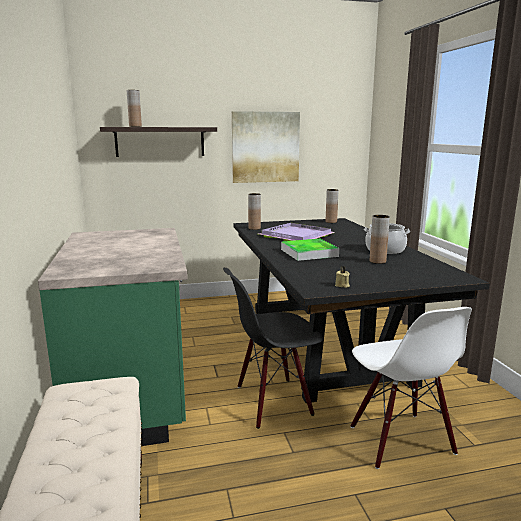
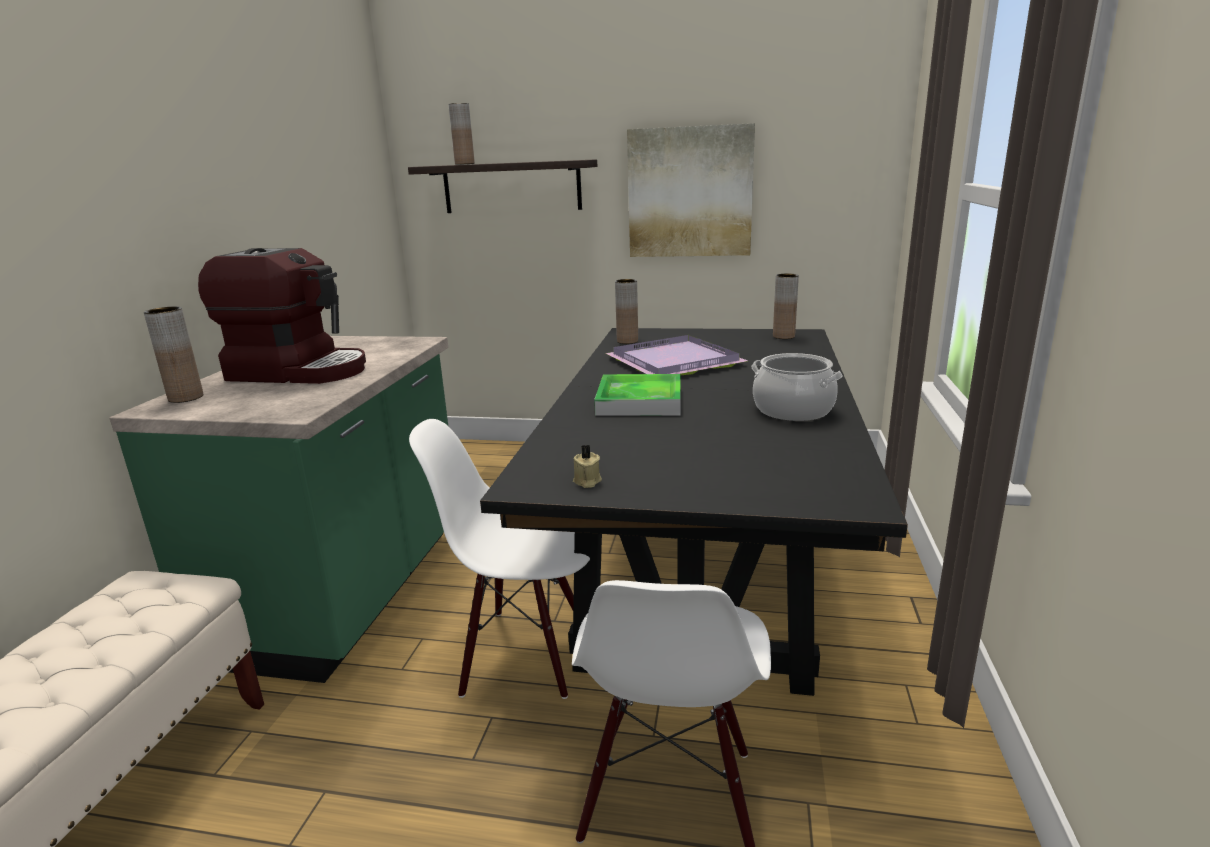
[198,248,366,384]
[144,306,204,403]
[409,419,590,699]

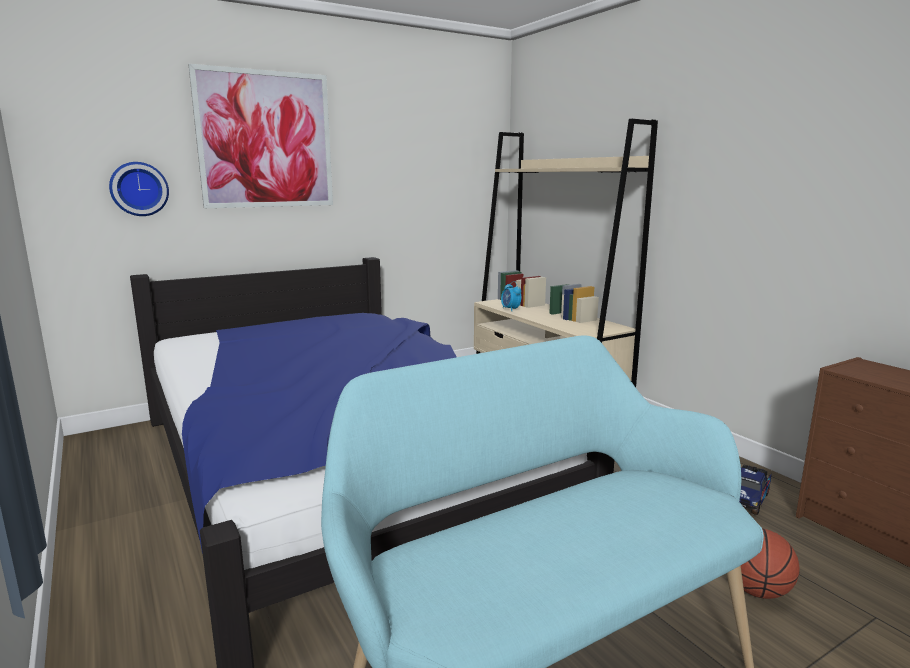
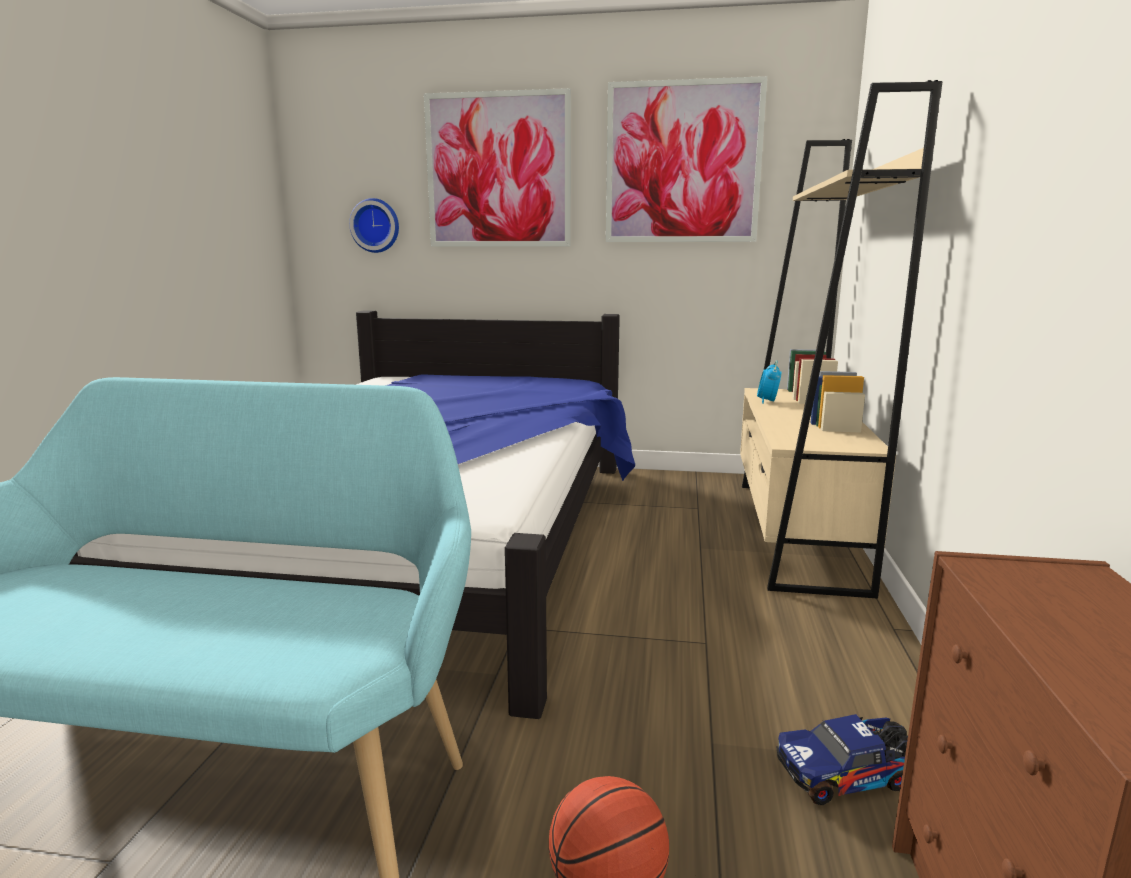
[606,76,767,242]

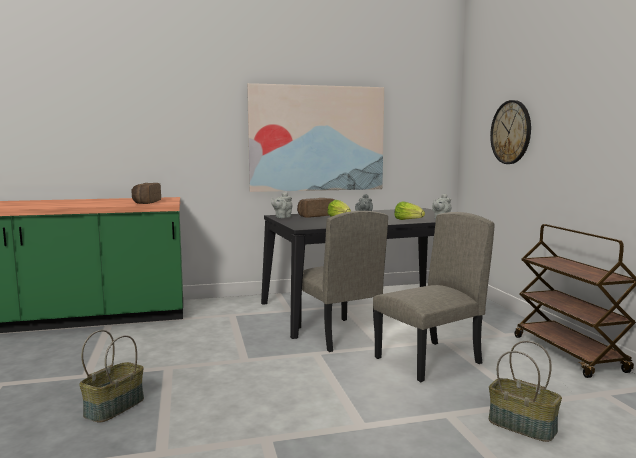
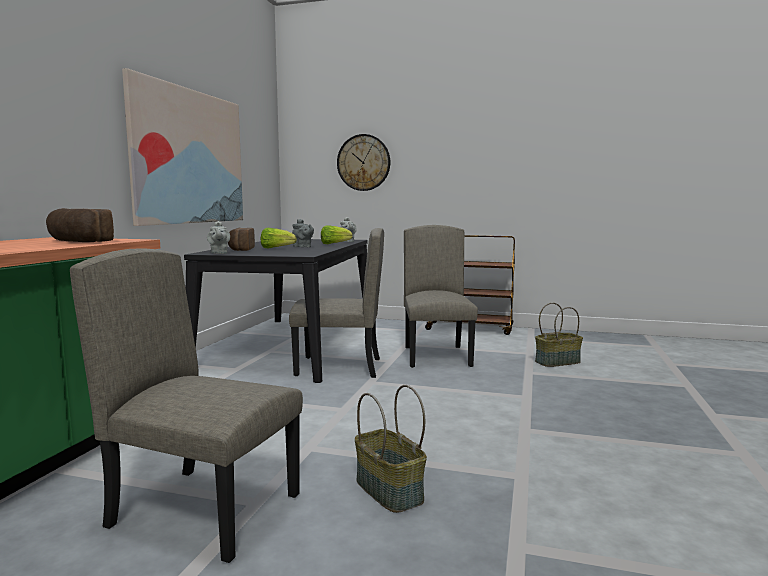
[70,248,303,563]

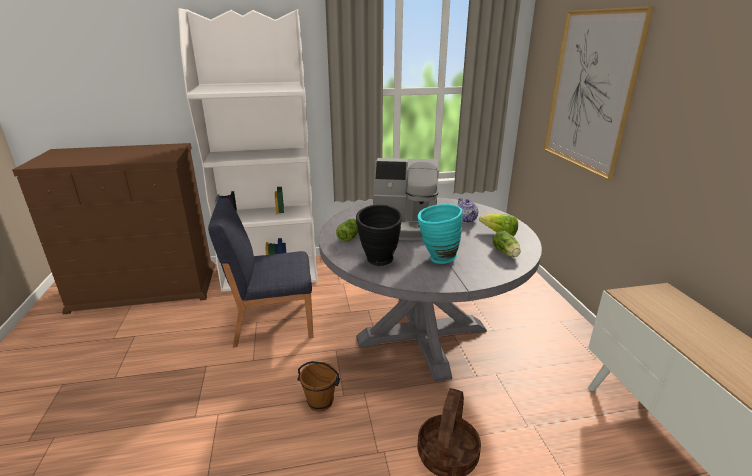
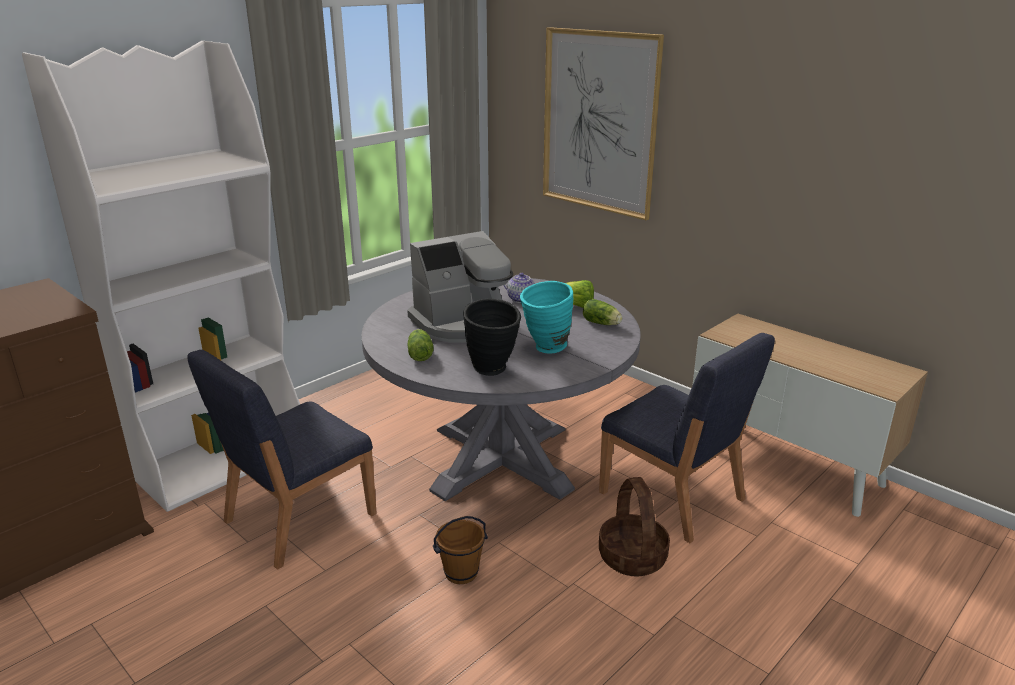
[599,333,775,543]

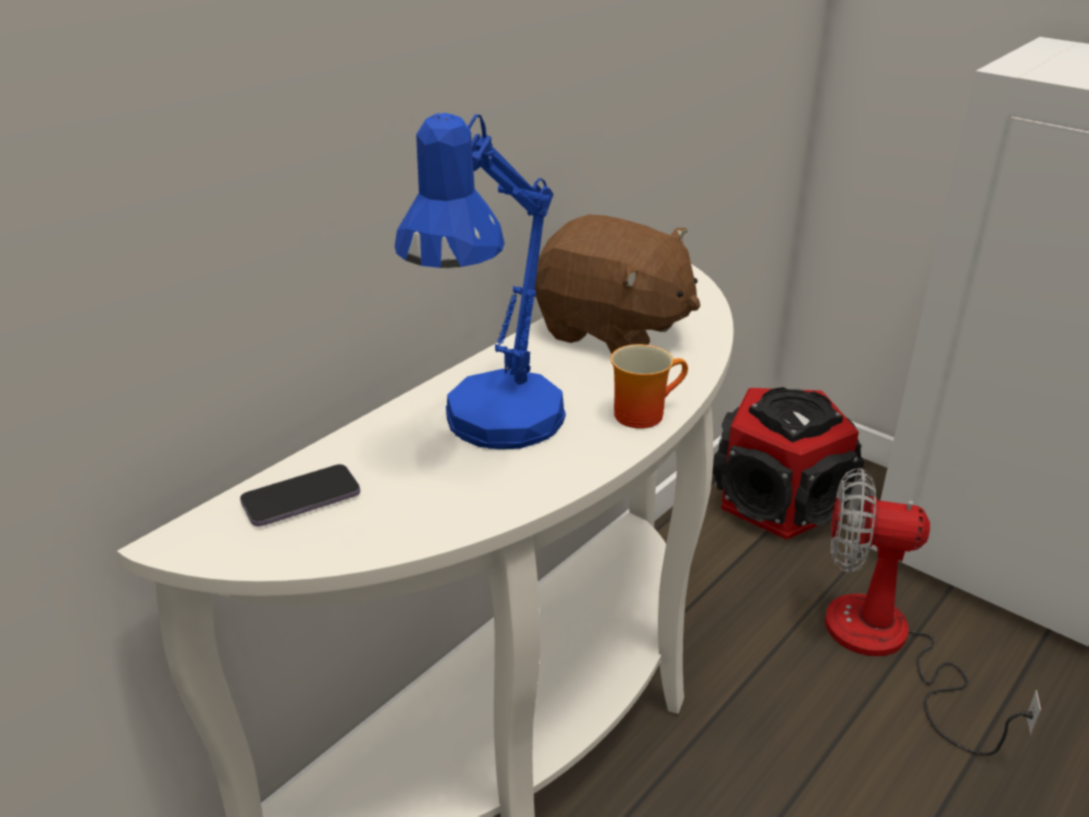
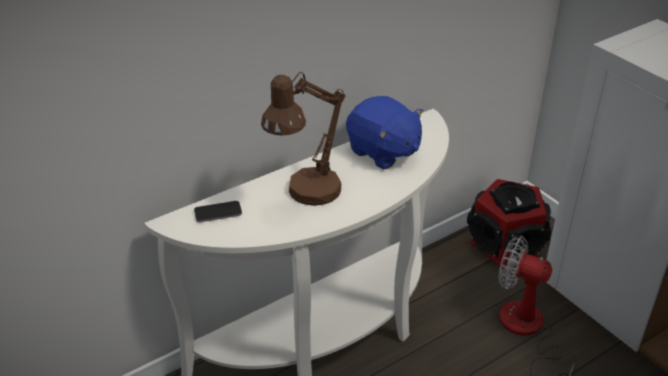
[611,344,688,429] (first image)
[261,72,346,206]
[346,96,424,169]

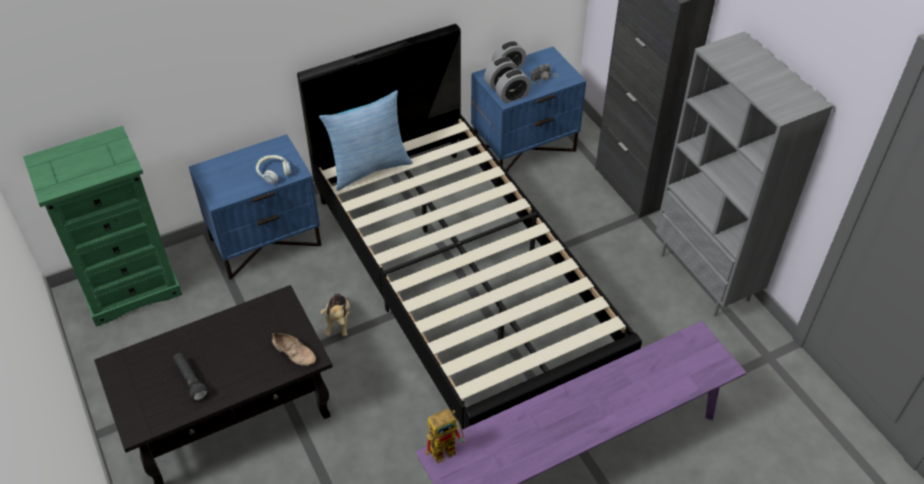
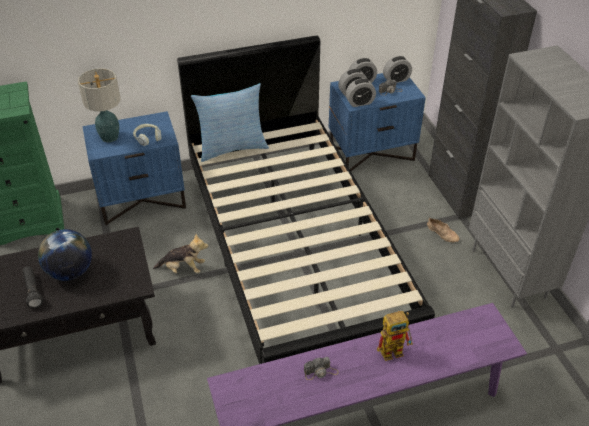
[38,229,92,281]
[78,68,121,142]
[304,357,339,380]
[383,56,412,83]
[427,218,460,243]
[377,311,413,361]
[153,234,208,274]

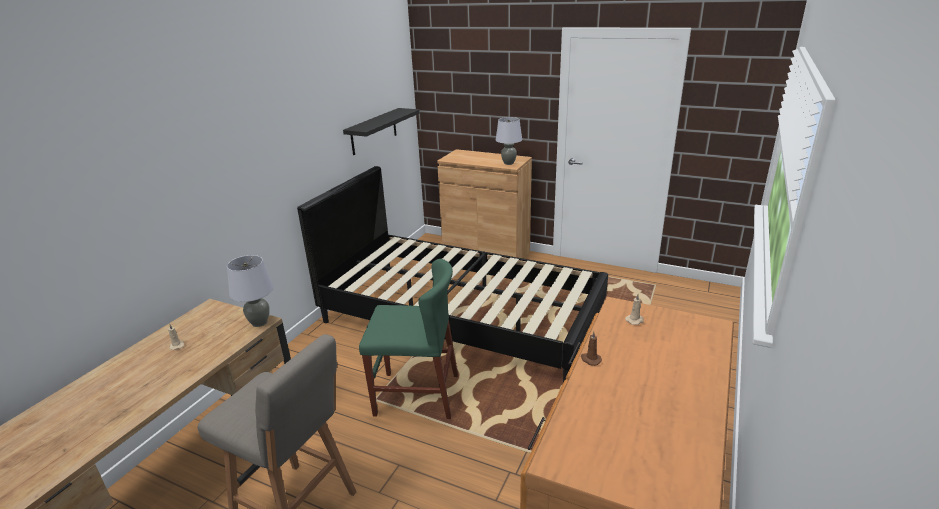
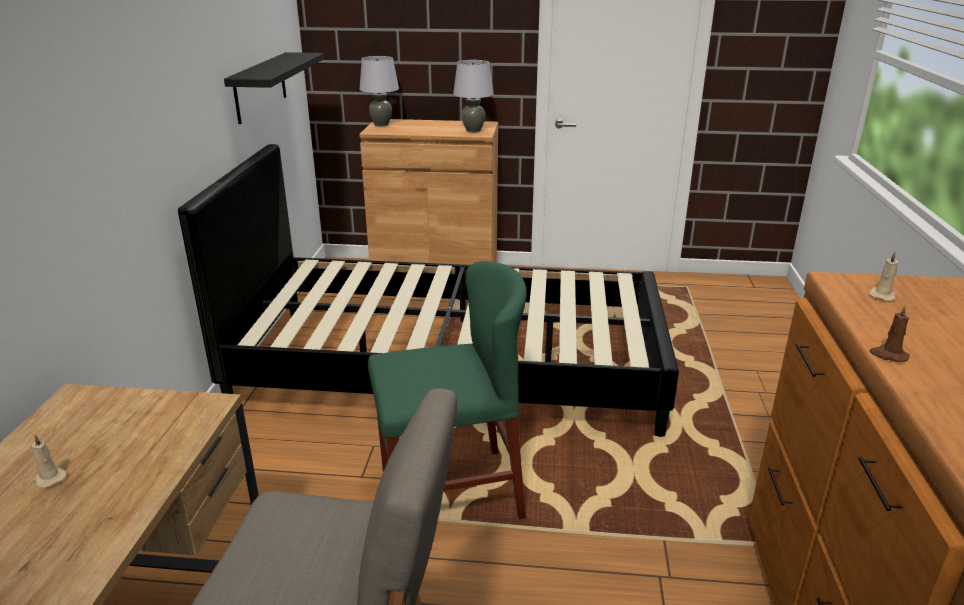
[359,56,399,127]

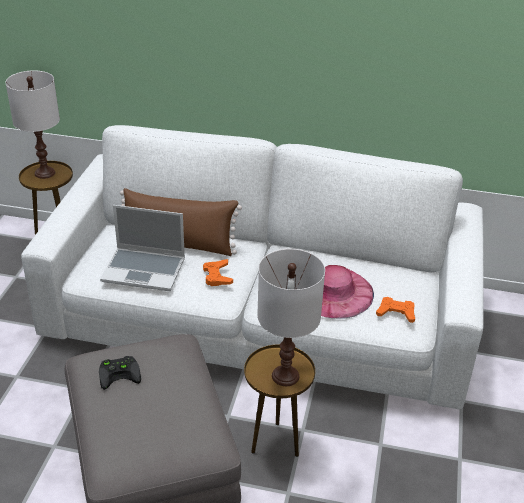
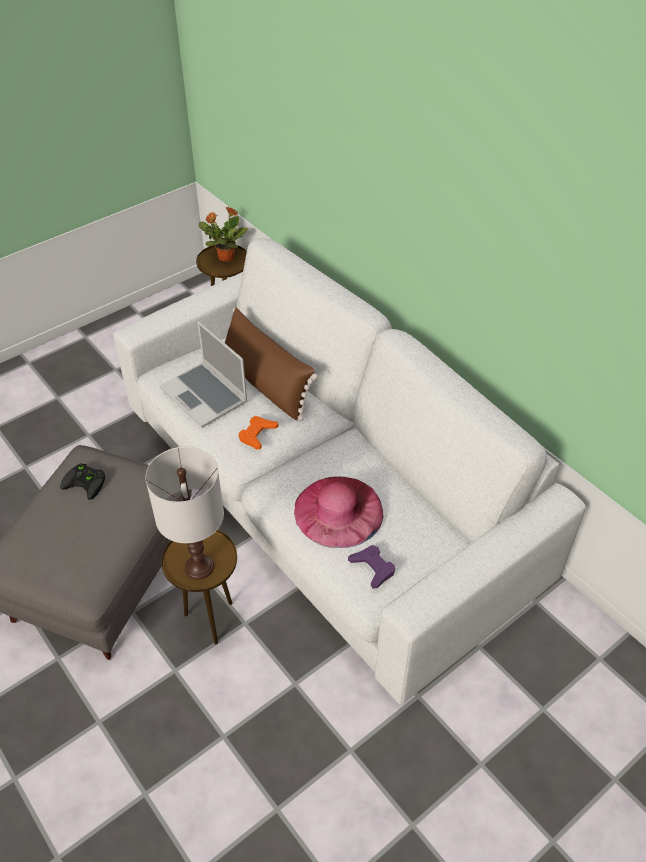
[199,207,248,262]
[348,545,395,588]

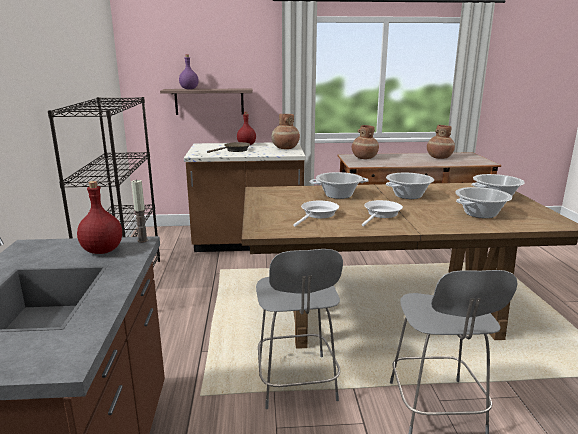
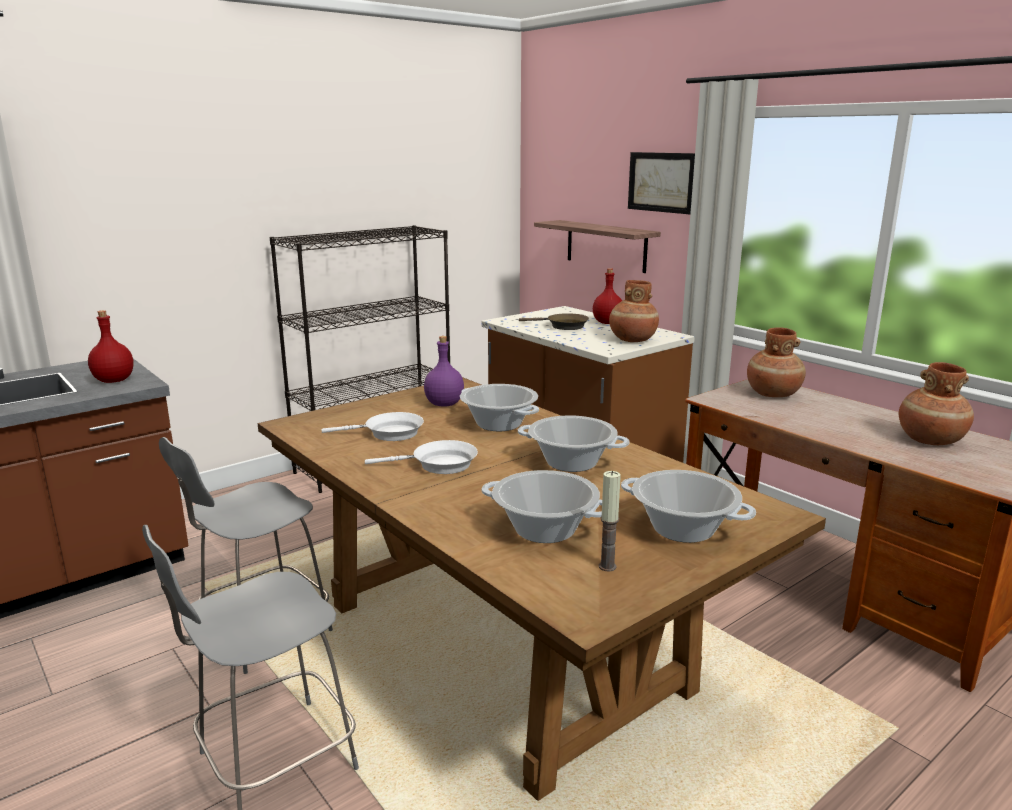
[628,152,695,214]
[599,471,621,572]
[424,336,464,406]

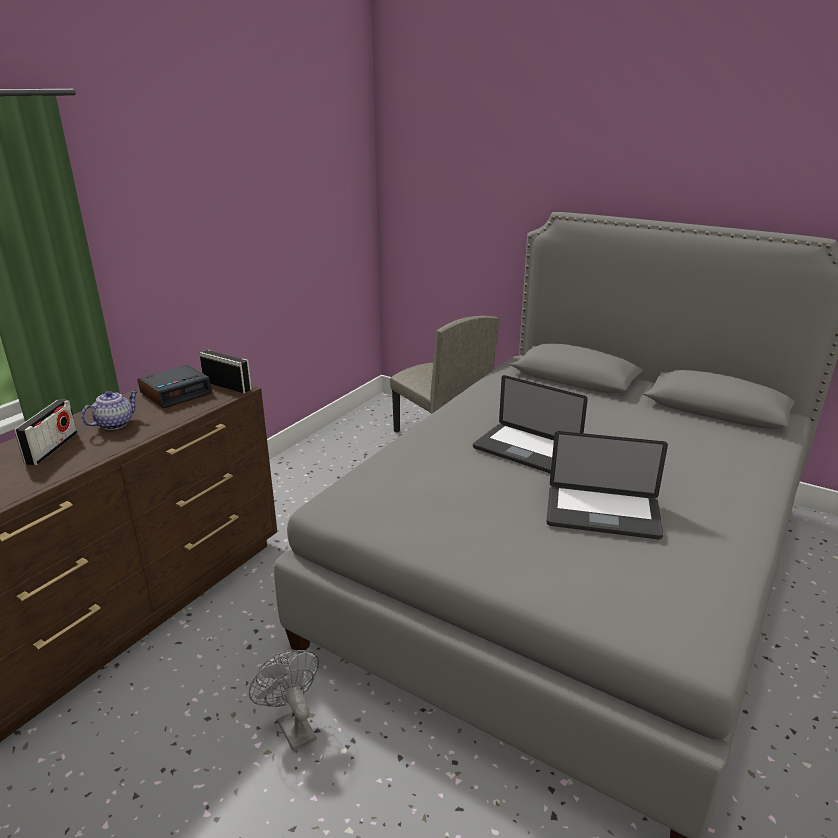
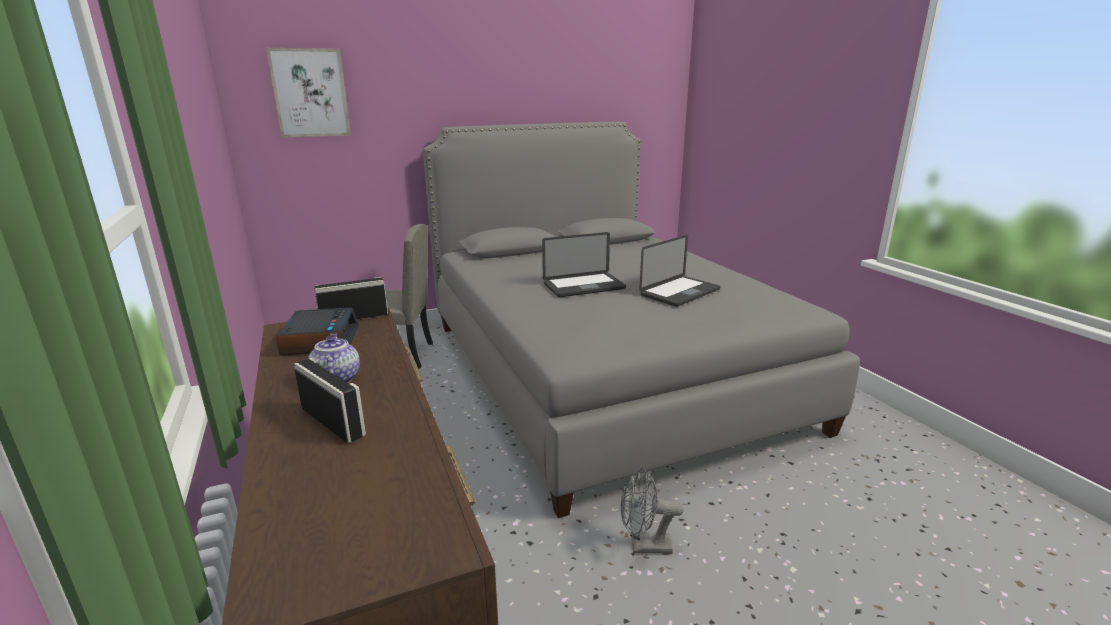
[266,48,351,138]

